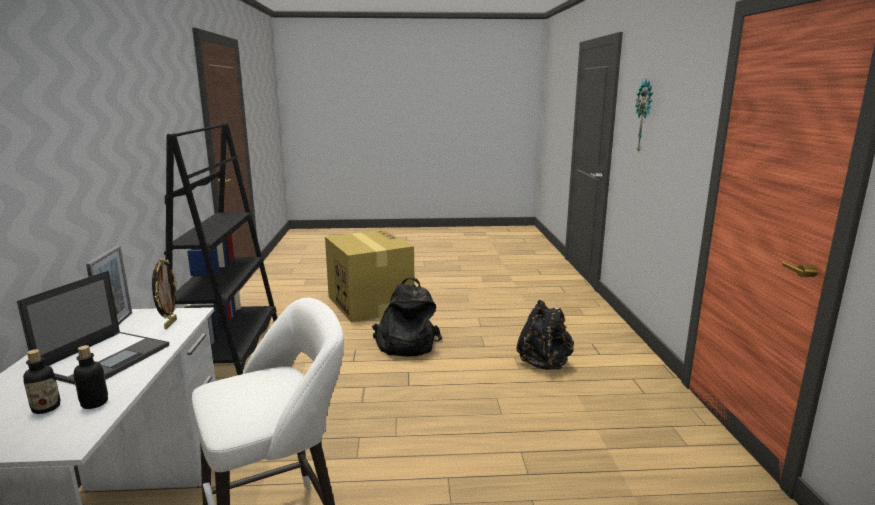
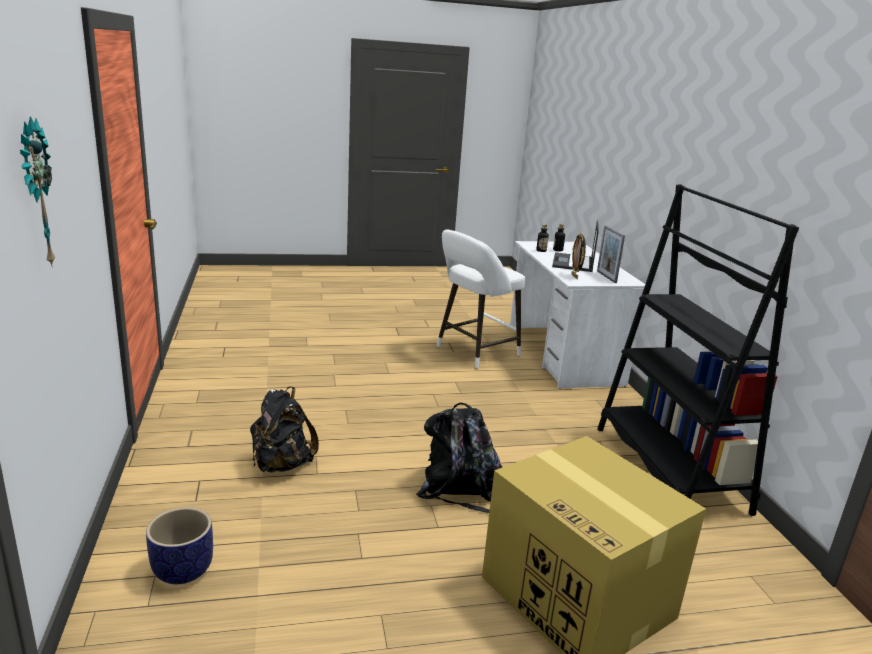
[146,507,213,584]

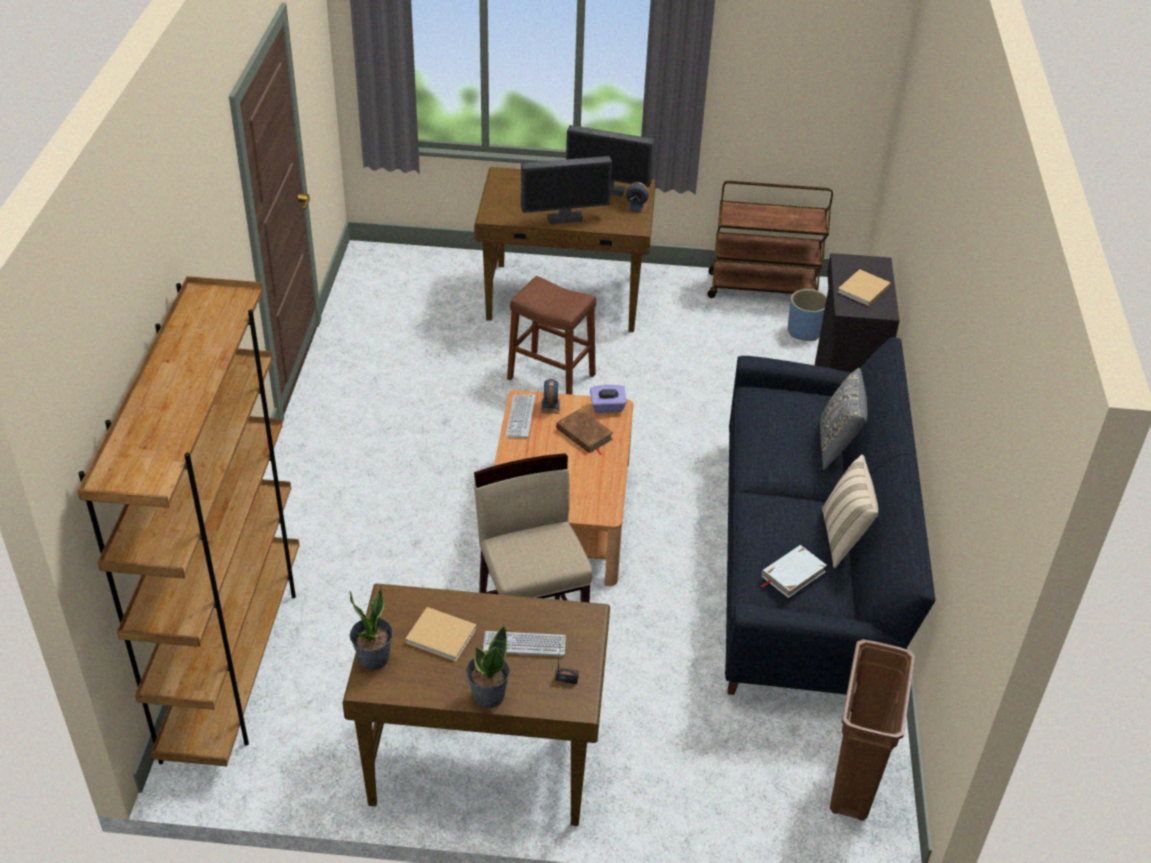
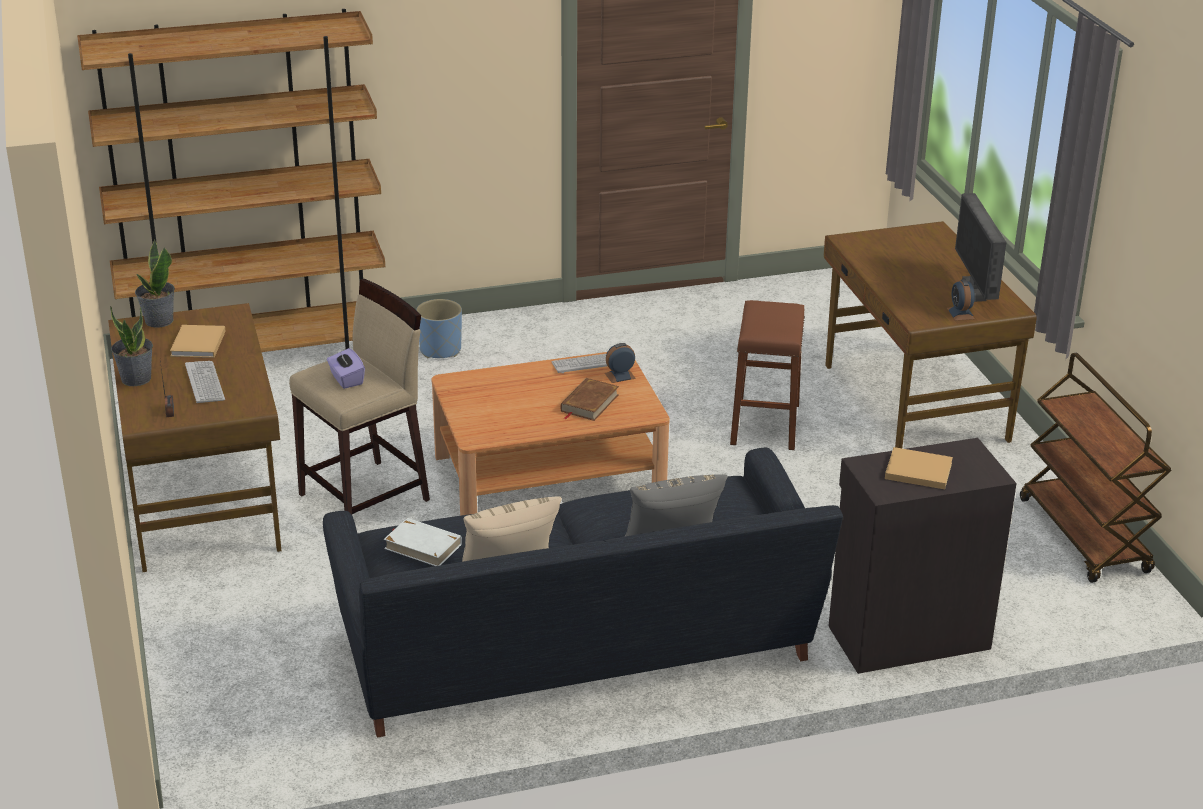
[521,156,612,224] (first image)
[830,639,915,821] (first image)
[327,348,365,389]
[416,299,462,358]

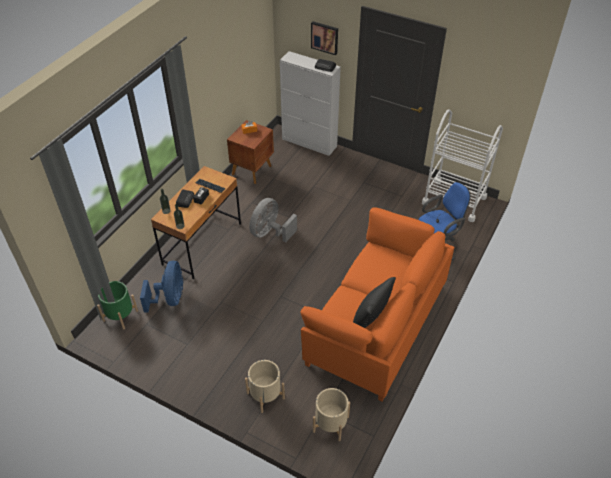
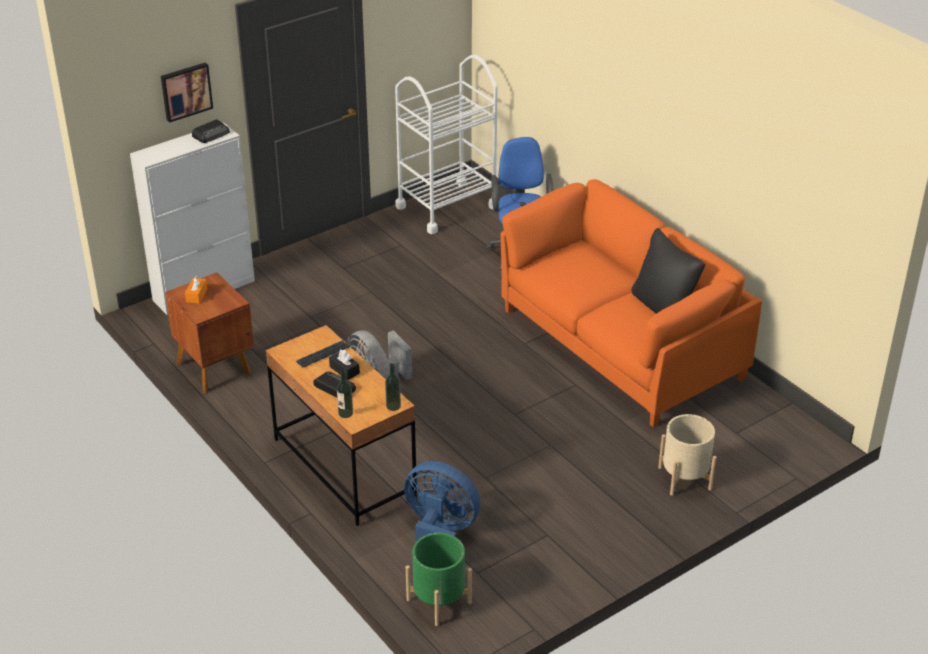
[313,388,350,441] (first image)

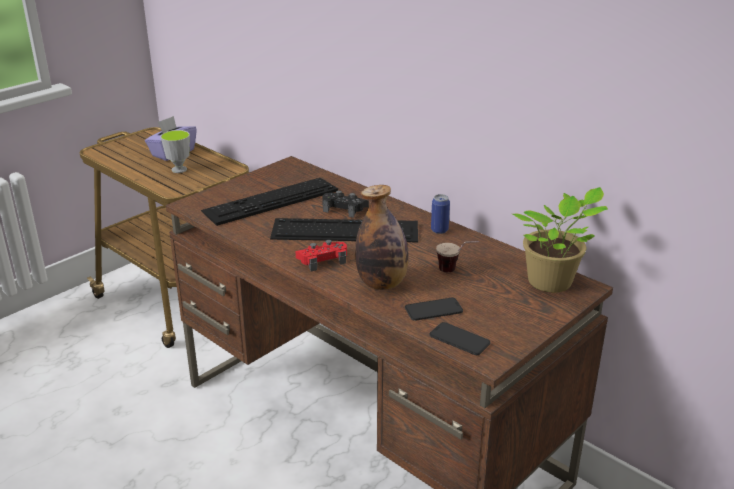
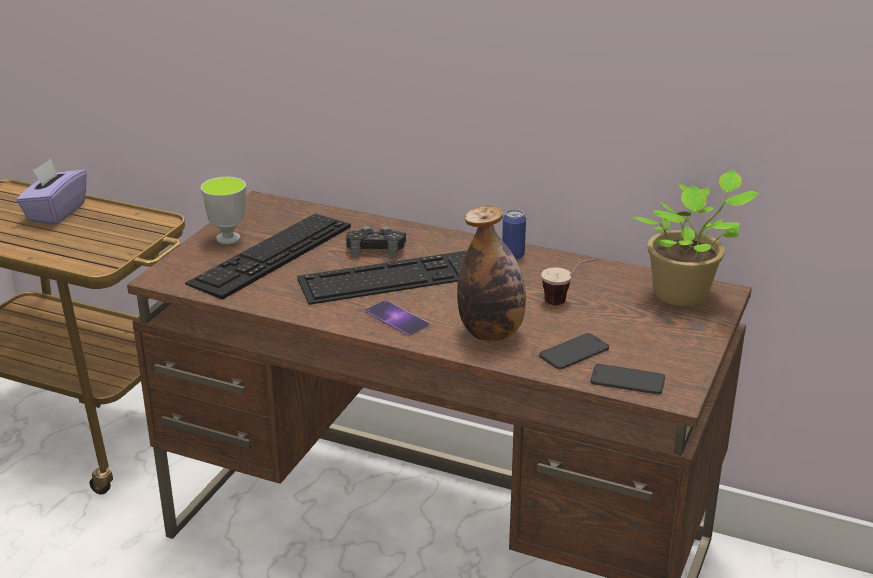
[201,177,246,244]
[365,300,429,336]

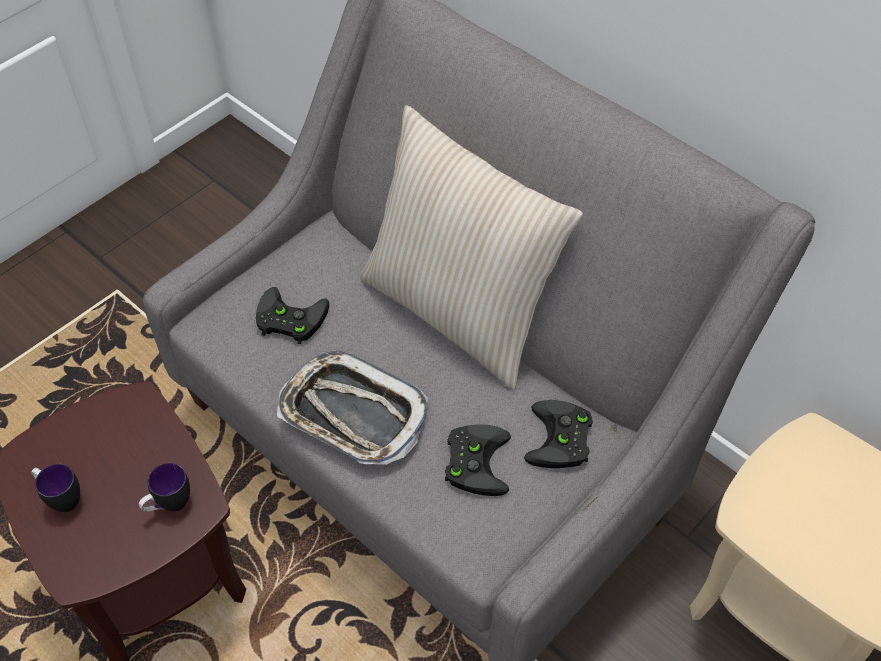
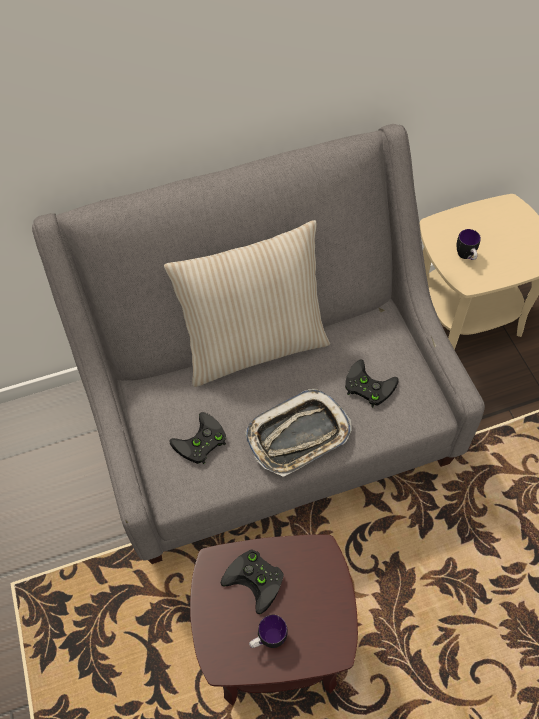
[457,229,481,260]
[221,550,284,614]

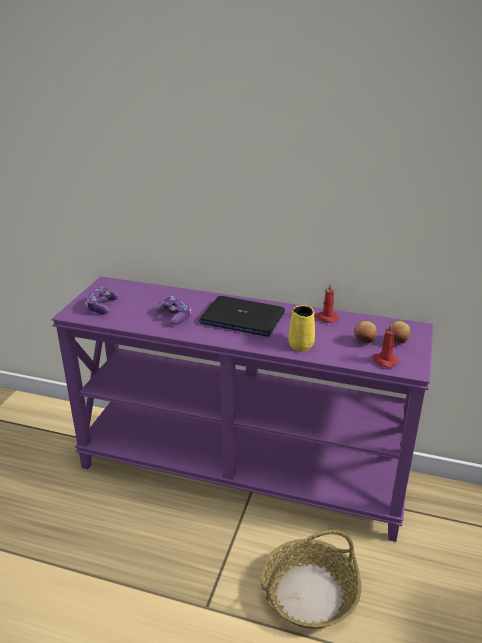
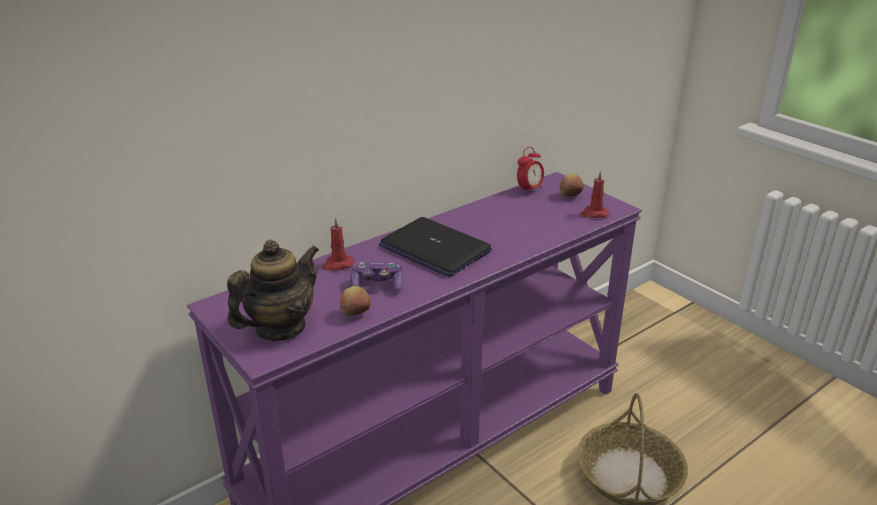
[288,305,315,352] (first image)
[517,147,544,195]
[322,218,354,270]
[340,286,371,316]
[227,239,319,341]
[379,217,492,277]

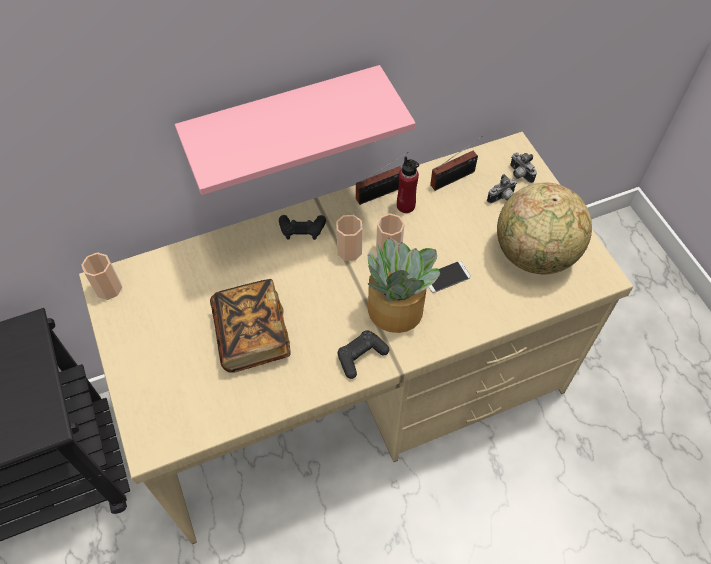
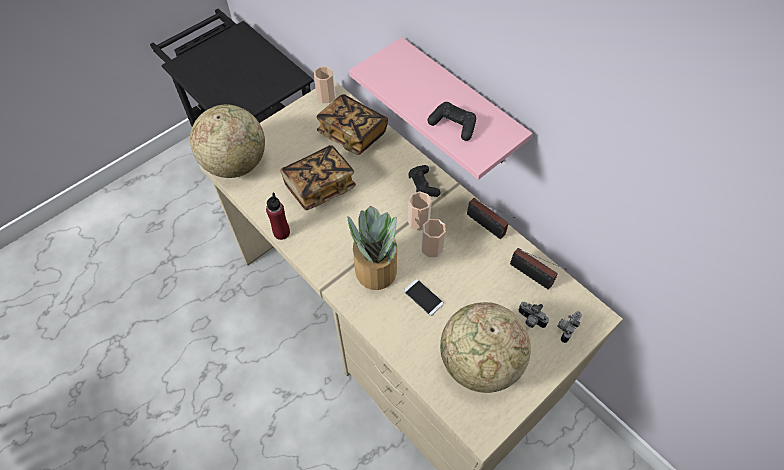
[190,105,265,178]
[316,94,388,155]
[428,102,476,141]
[266,193,290,240]

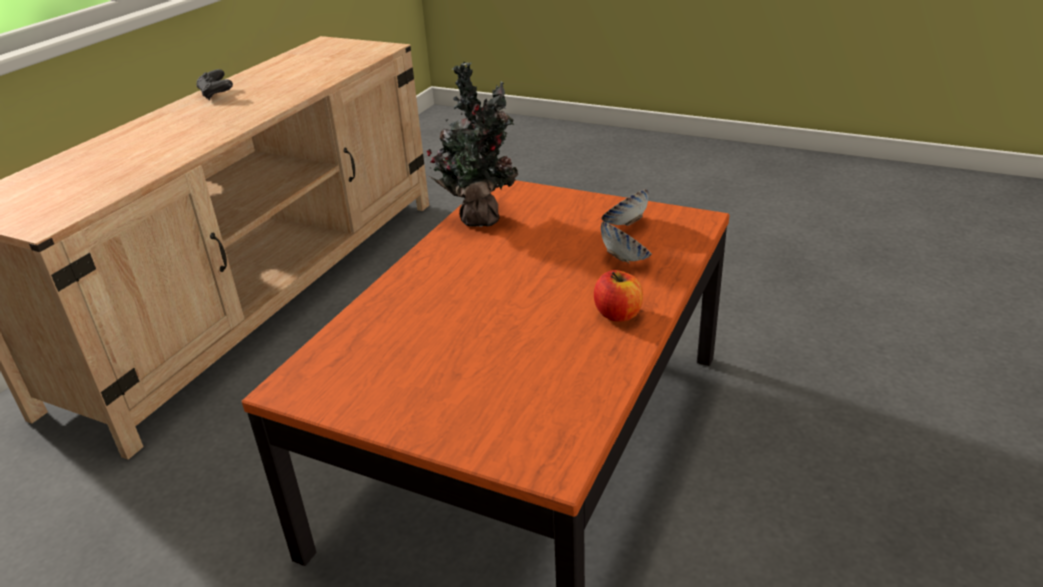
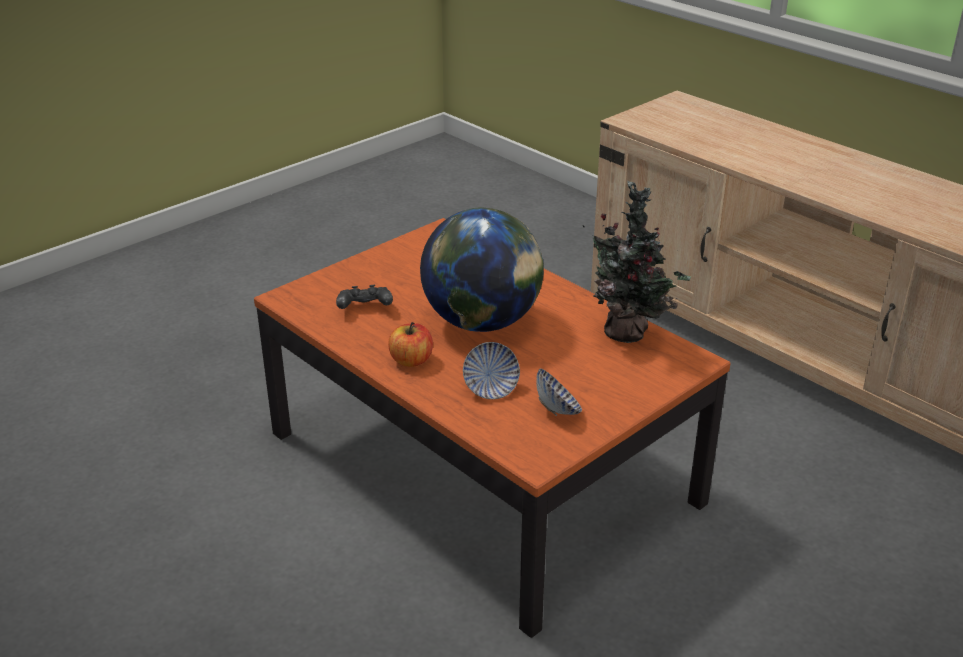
[420,208,544,332]
[336,285,393,309]

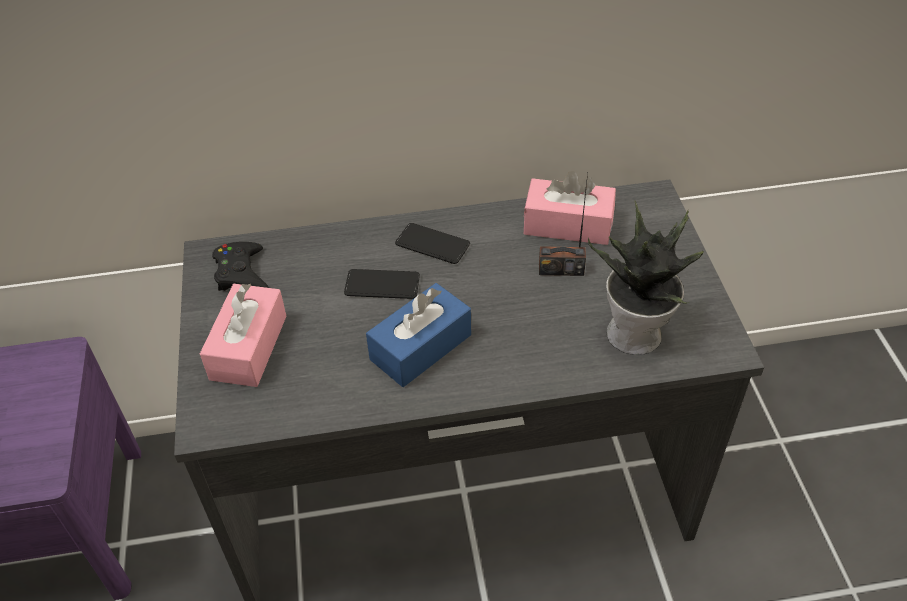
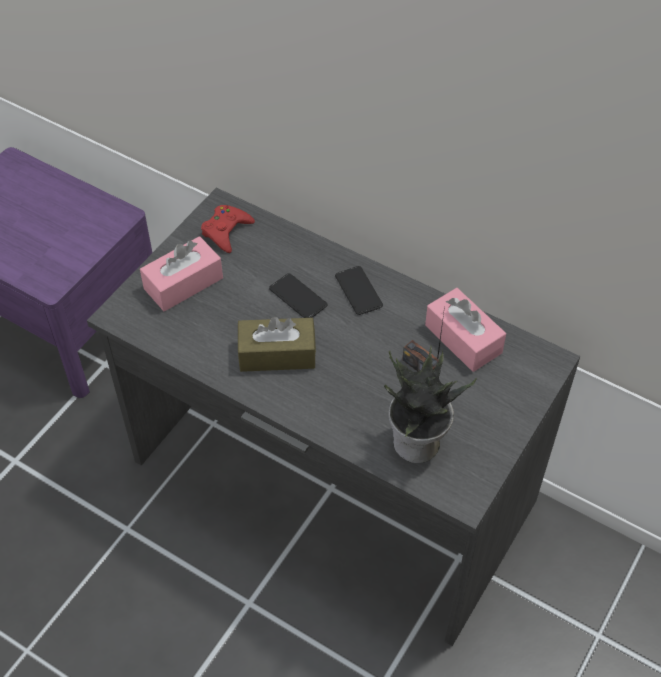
[201,205,255,253]
[238,317,316,372]

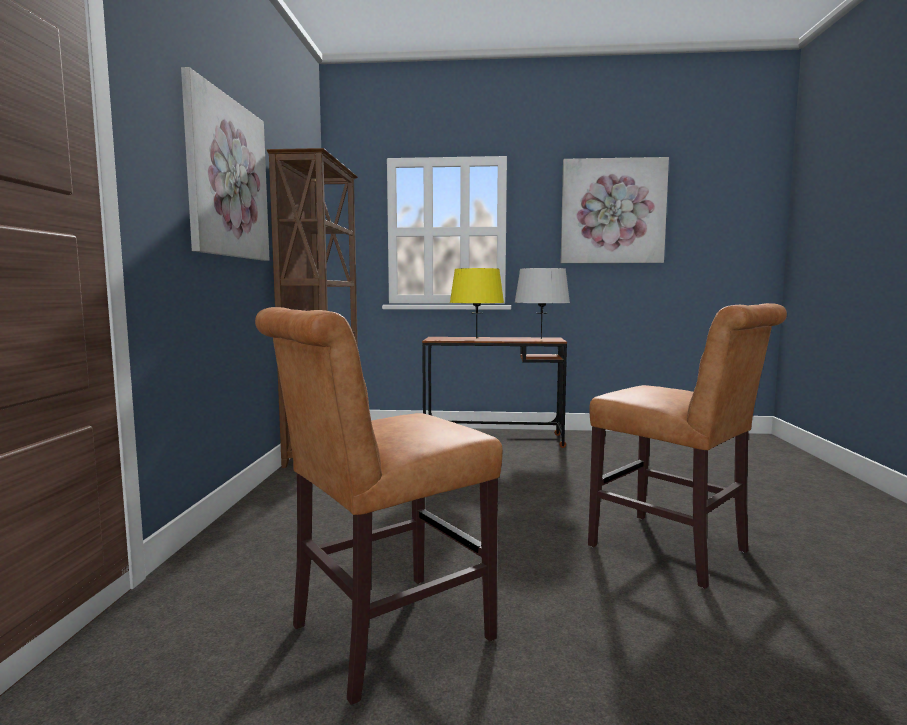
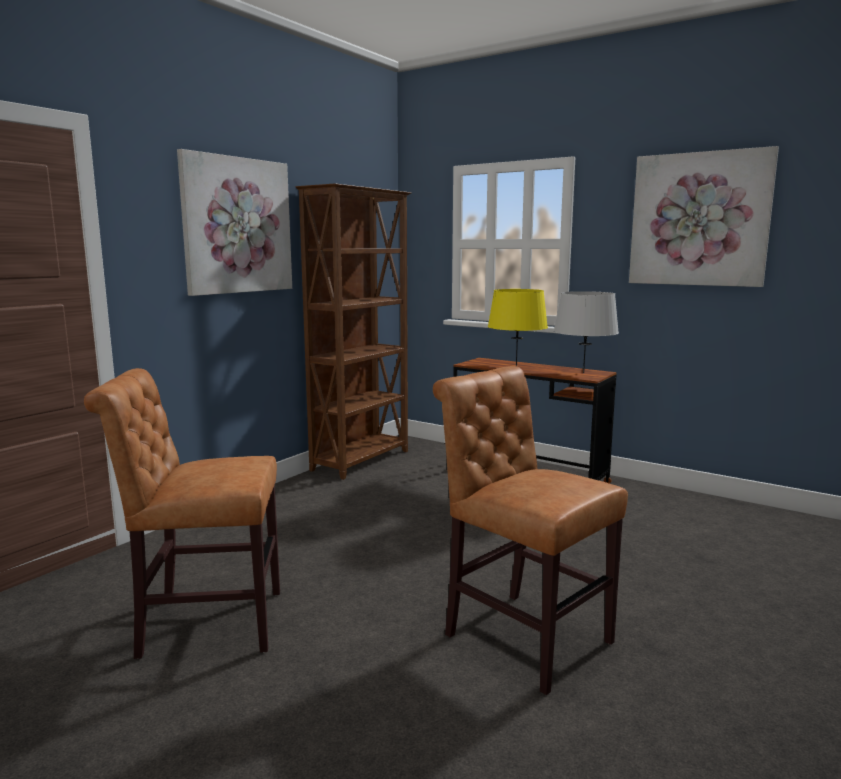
[433,366,628,695]

